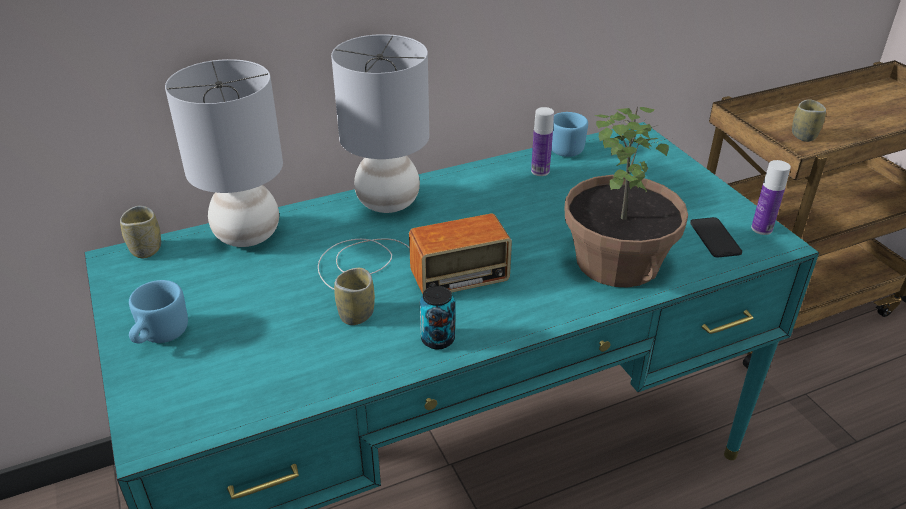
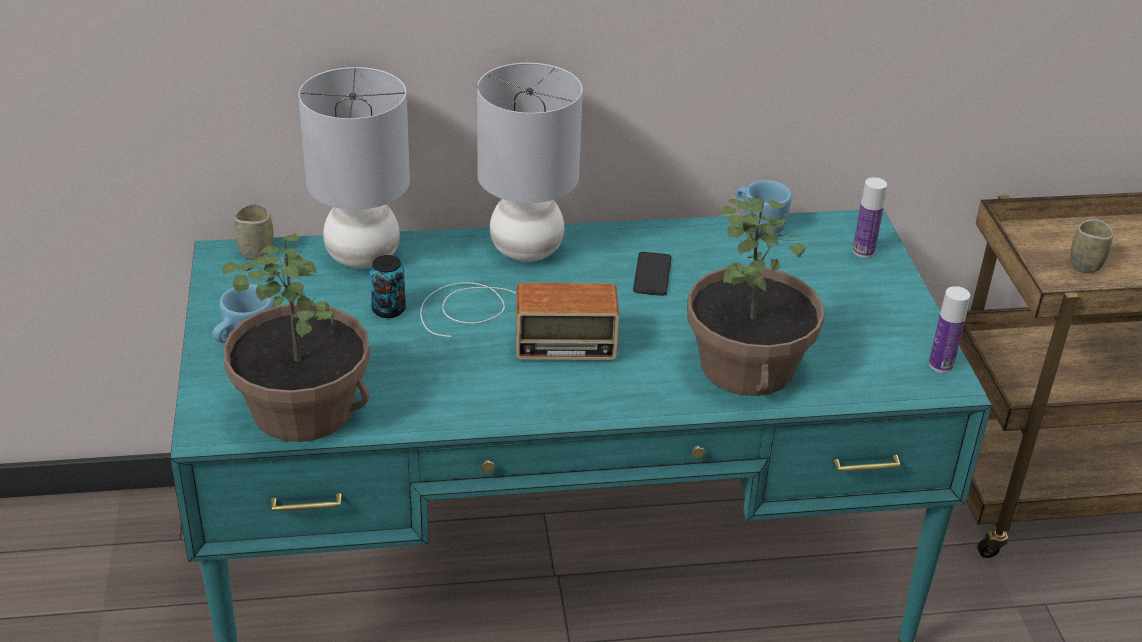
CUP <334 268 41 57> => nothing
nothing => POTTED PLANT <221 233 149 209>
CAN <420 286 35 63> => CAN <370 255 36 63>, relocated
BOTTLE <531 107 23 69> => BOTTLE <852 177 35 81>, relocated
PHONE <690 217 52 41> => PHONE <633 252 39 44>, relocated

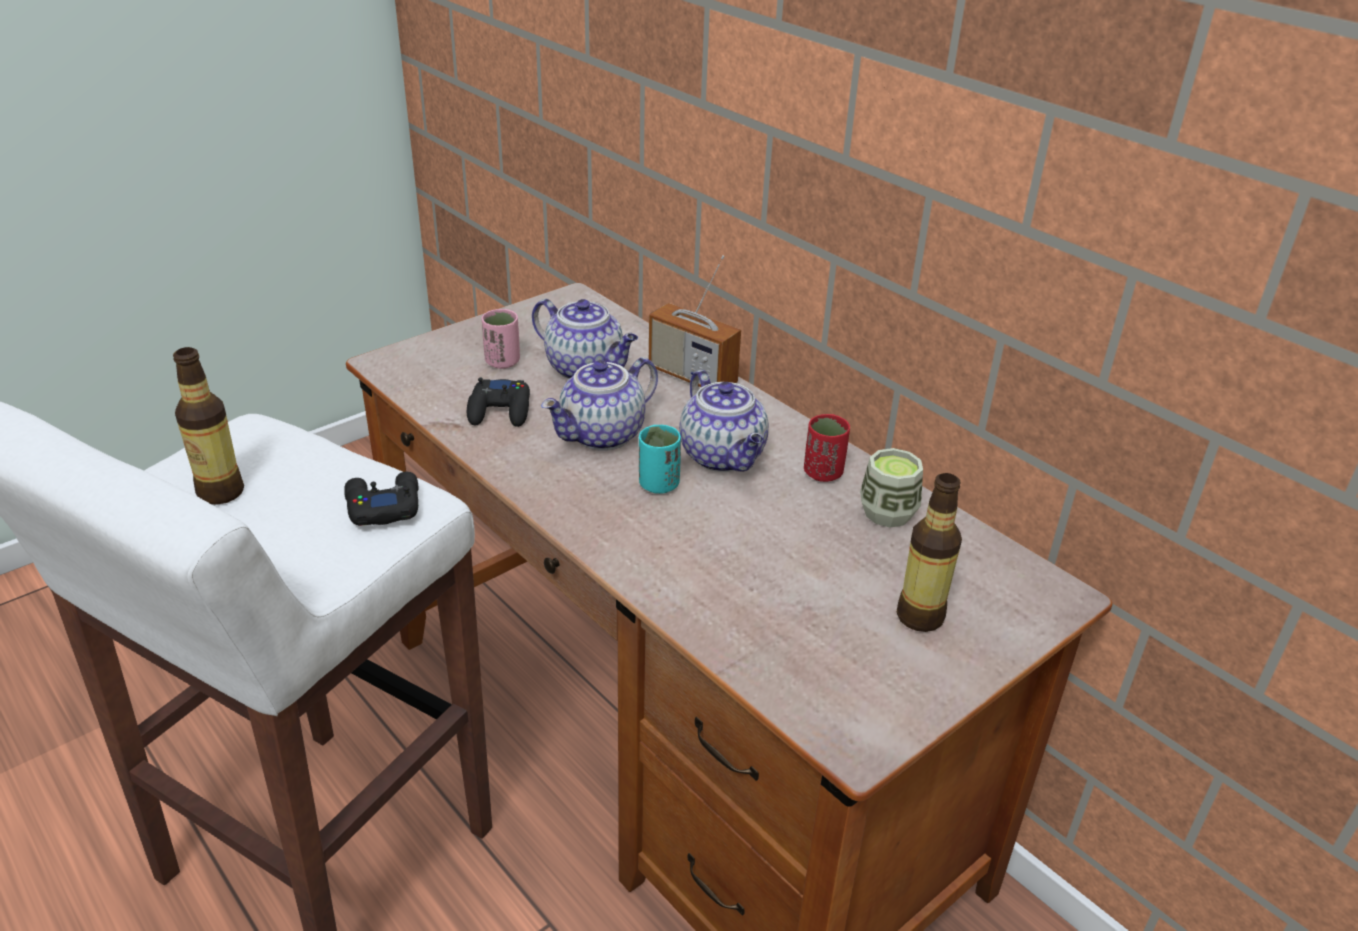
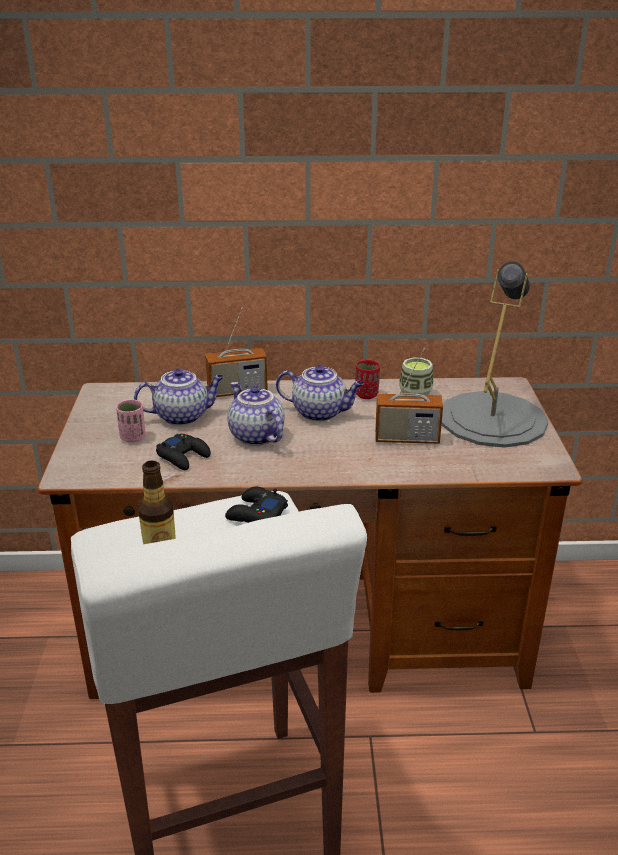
TURQUOISE CUP <639 425 42 69> => nothing
nothing => RADIO <375 349 68 95>
BOTTLE <897 473 65 159> => GREY TABLE LAMP <442 262 106 186>
TEAPOT <541 357 117 94> => TEAPOT <227 382 58 64>, 150 degrees clockwise

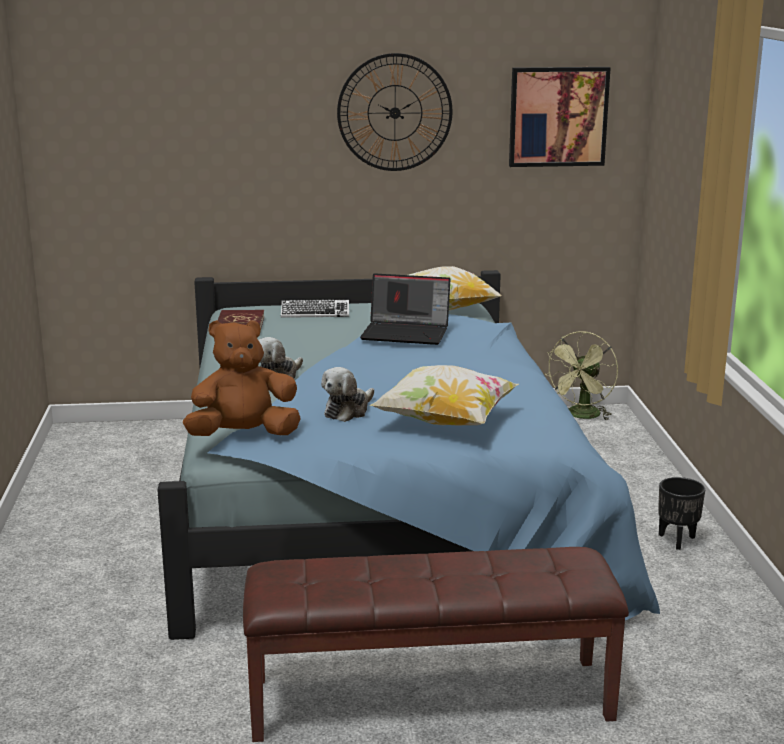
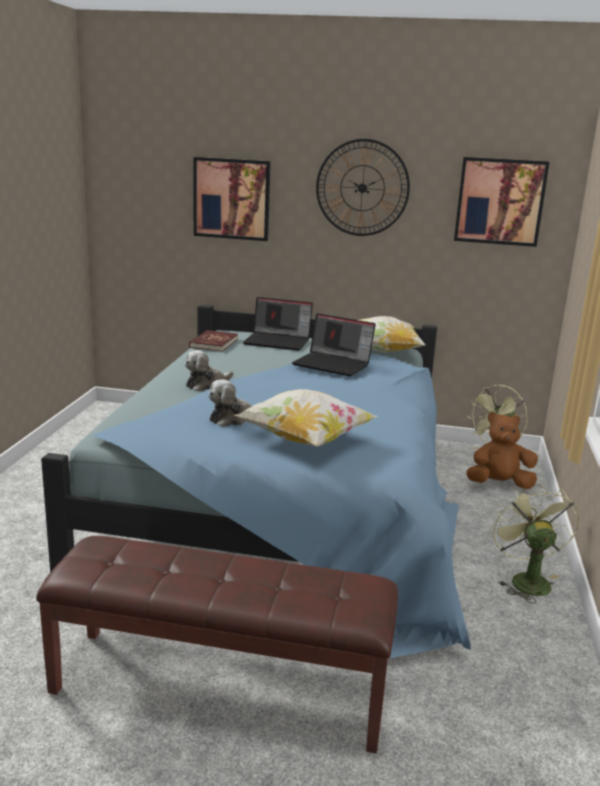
nothing => PICTURE <193 157 78 84>
BROWN PLUSH TOY <183 320 118 116> => BROWN PLUSH TOY <466 412 72 77>, relocated
KEYBOARD <281 300 68 18> => LAPTOP <243 297 70 54>
BLACK PLANTER <658 477 47 73> => GREEN FAN <490 484 90 120>

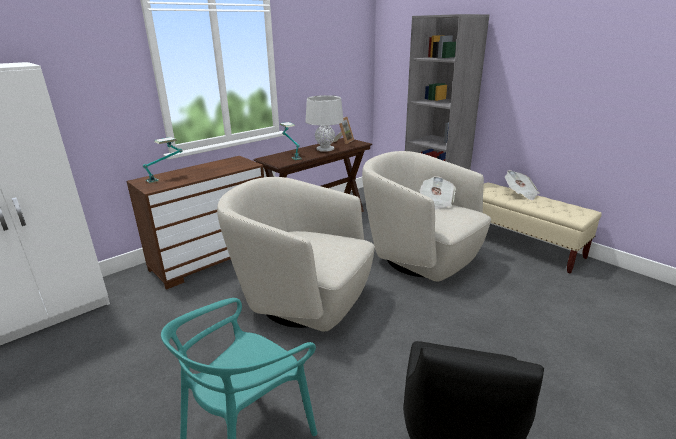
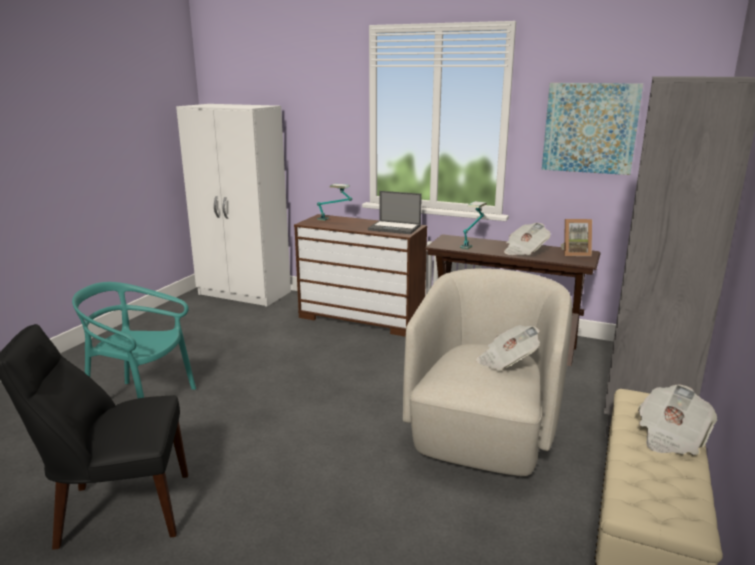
BEIGE ARMCHAIR <217 177 158 154> => nothing
nothing => LAPTOP <368 191 54 43>
nothing => PICTURE <542 83 101 92>
GREY TABLE LAMP <305 95 39 56> => NEWSPAPER <504 223 47 33>

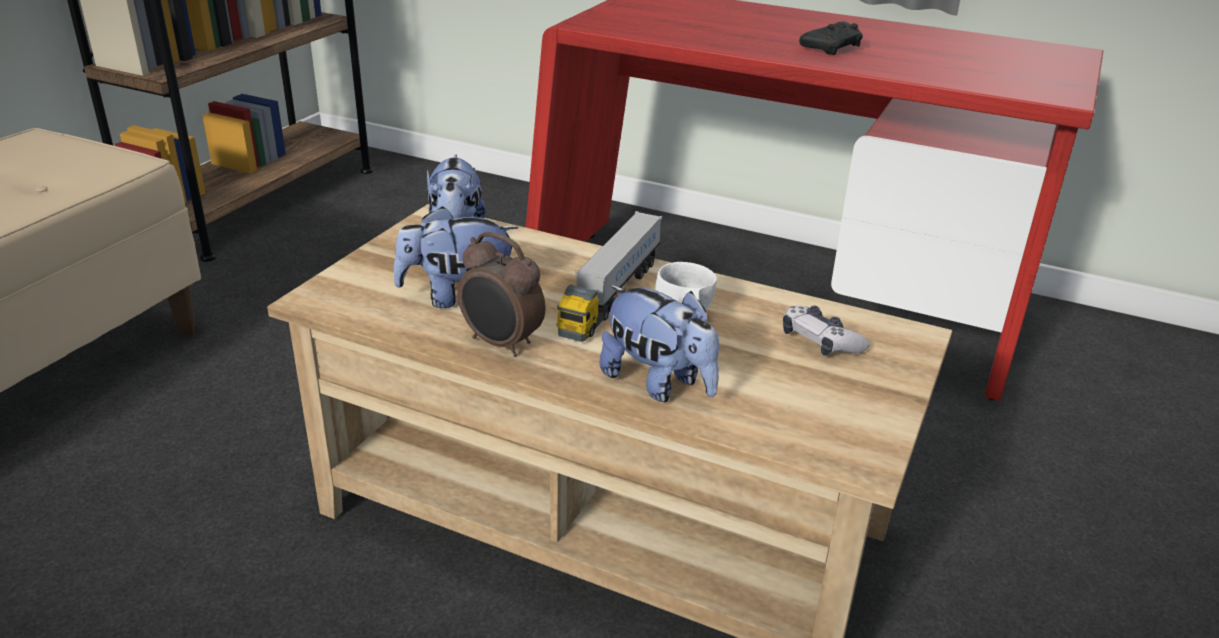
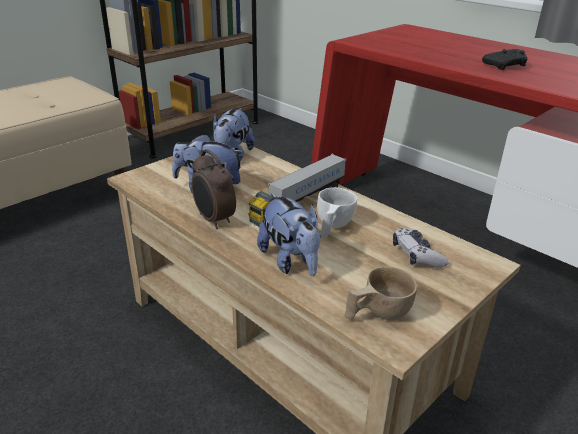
nothing => BEIGE CUP <344 267 73 53>

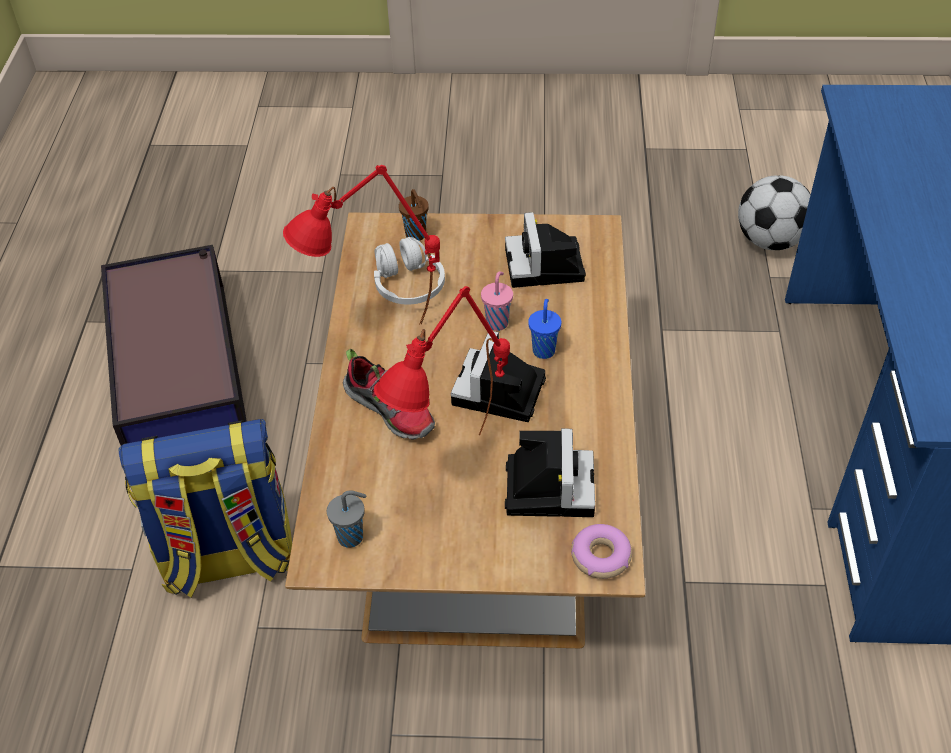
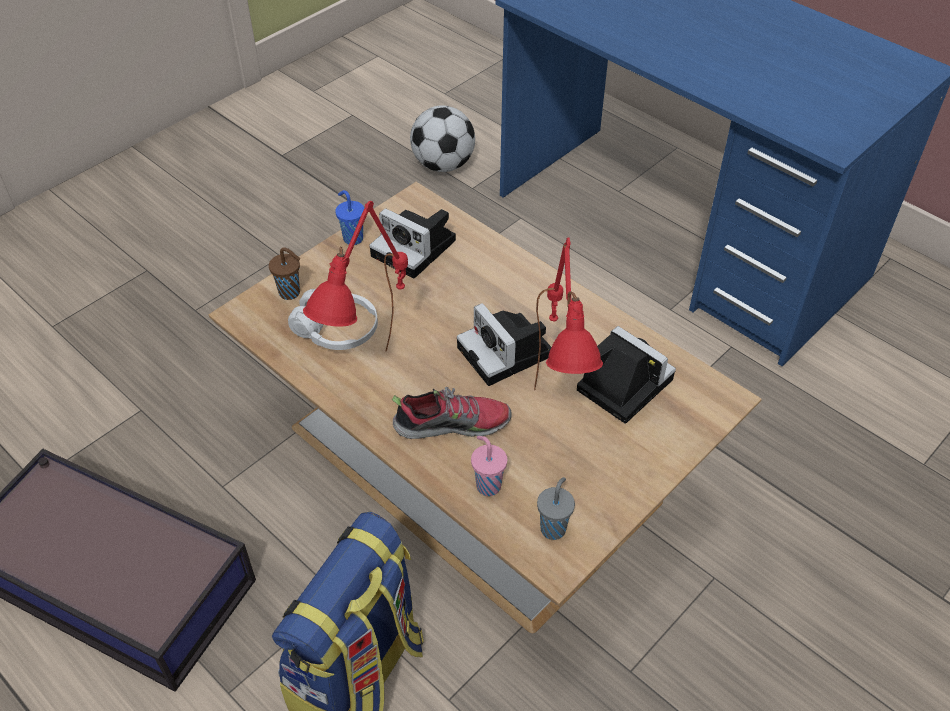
DONUT <571 524 61 55> => nothing
PINK CUP <481 271 32 60> => PINK CUP <471 436 36 60>, relocated
BLUE CUP <528 299 33 60> => BLUE CUP <335 190 30 55>, relocated

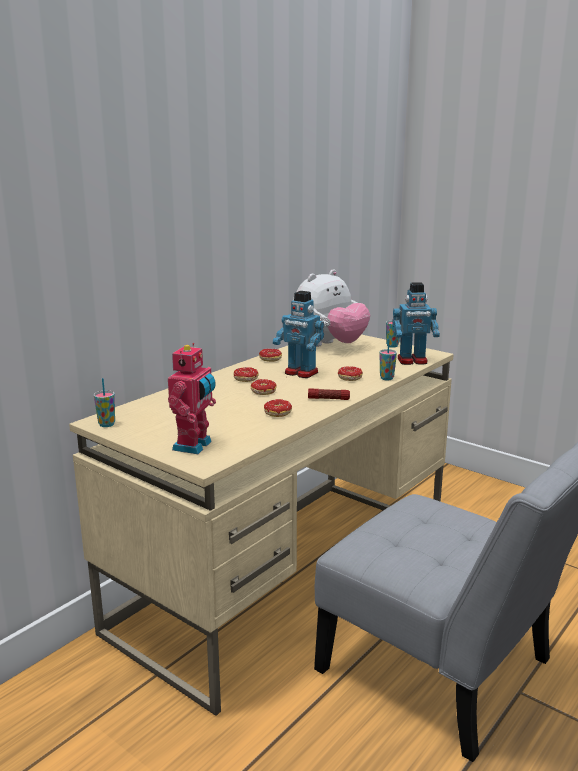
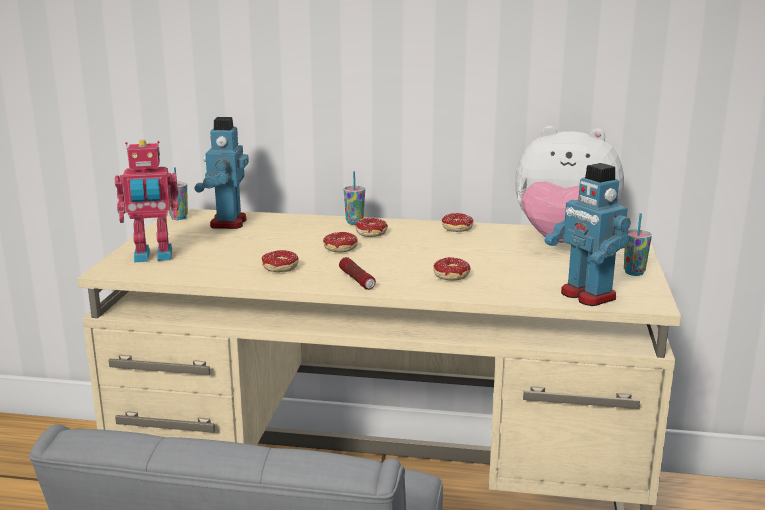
TOY ROBOT <273 291 51 87> => TOY ROBOT <195 117 54 112>, relocated
CUP <380 338 17 43> => CUP <344 171 21 54>, relocated

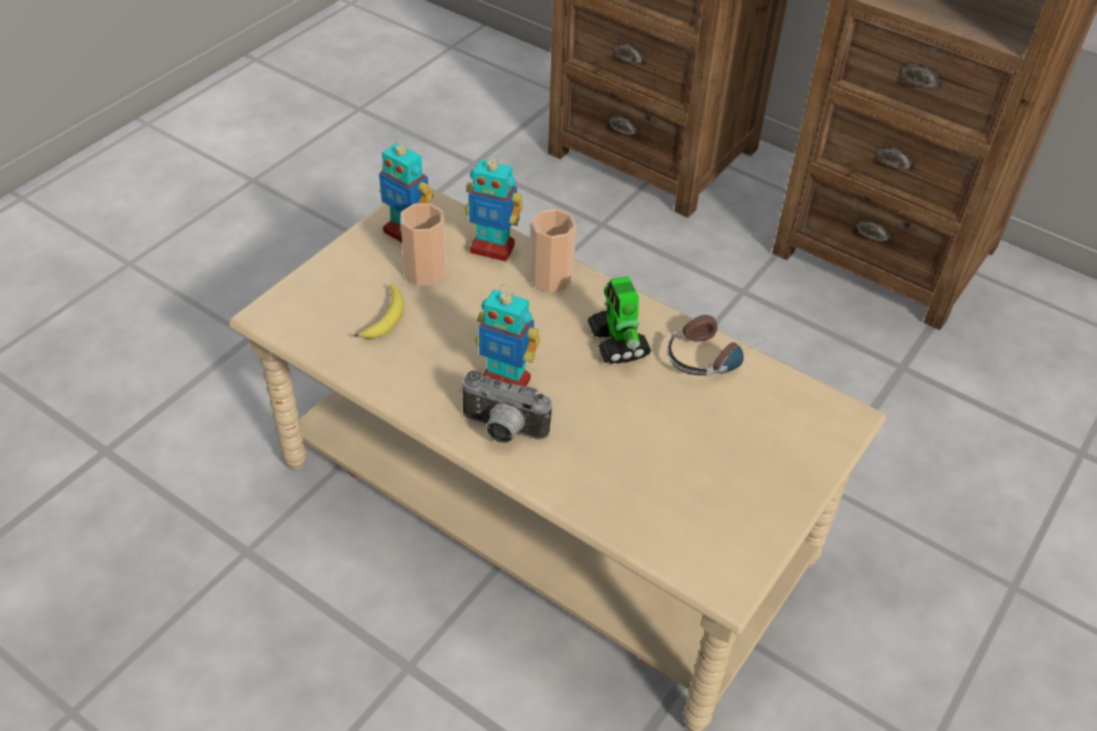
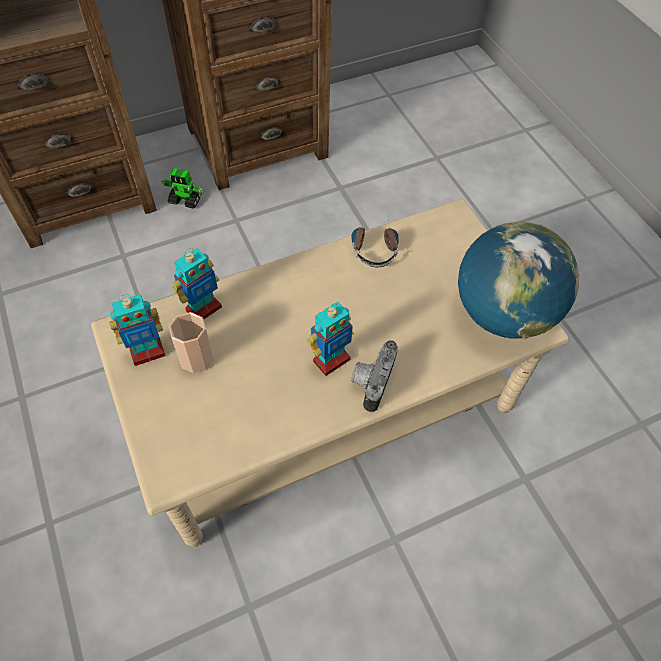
BANANA <354 284 50 55> => nothing
CUP <530 209 46 83> => nothing
nothing => GLOBE <458 221 121 119>
TOY ROBOT <587 276 64 88> => TOY ROBOT <161 168 44 41>, relocated
PHOTO CAMERA <459 371 93 72> => PHOTO CAMERA <351 340 47 72>, 150 degrees clockwise

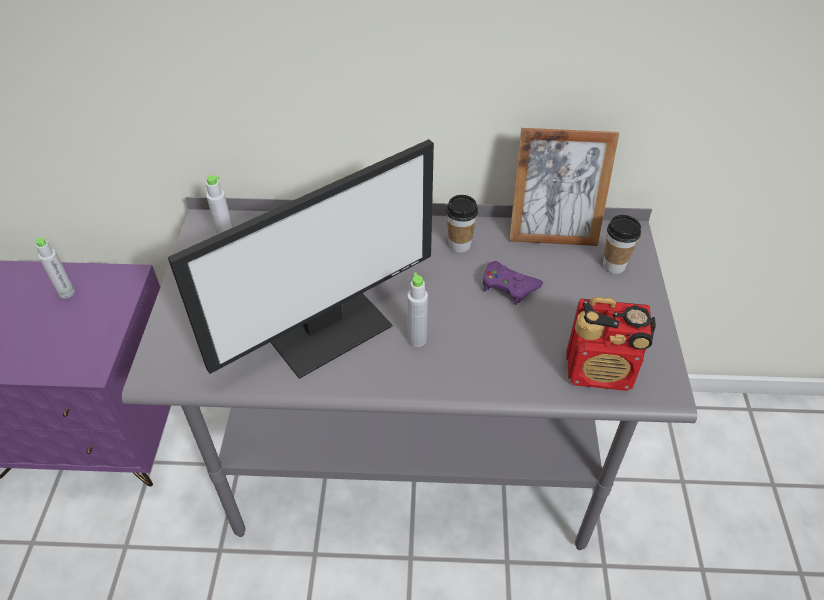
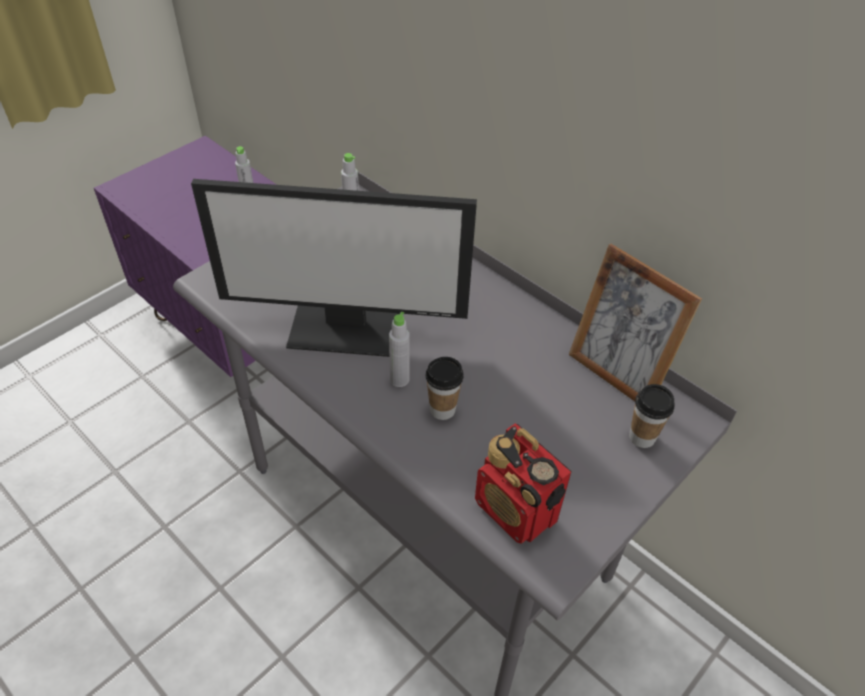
PURPLE GAME CONTROLLER <483 261 60 44> => nothing
CUP <446 195 32 58> => CUP <426 357 37 63>, relocated

